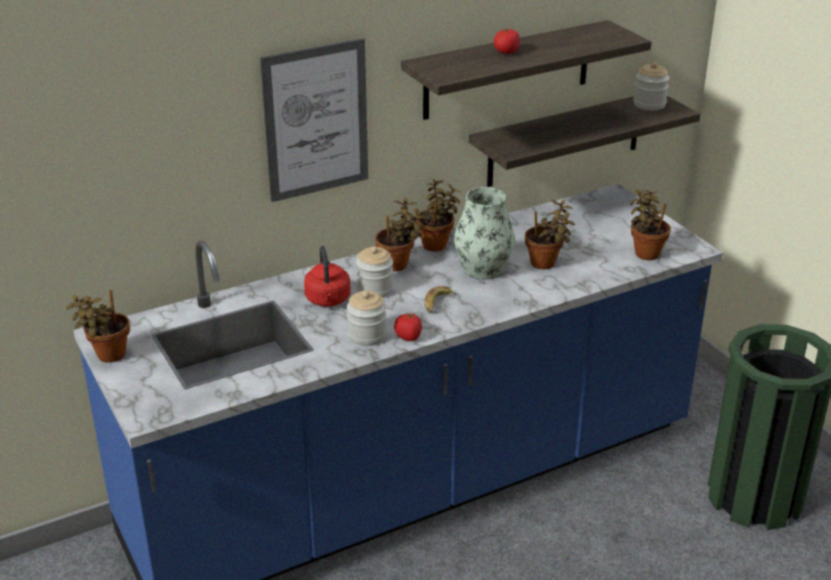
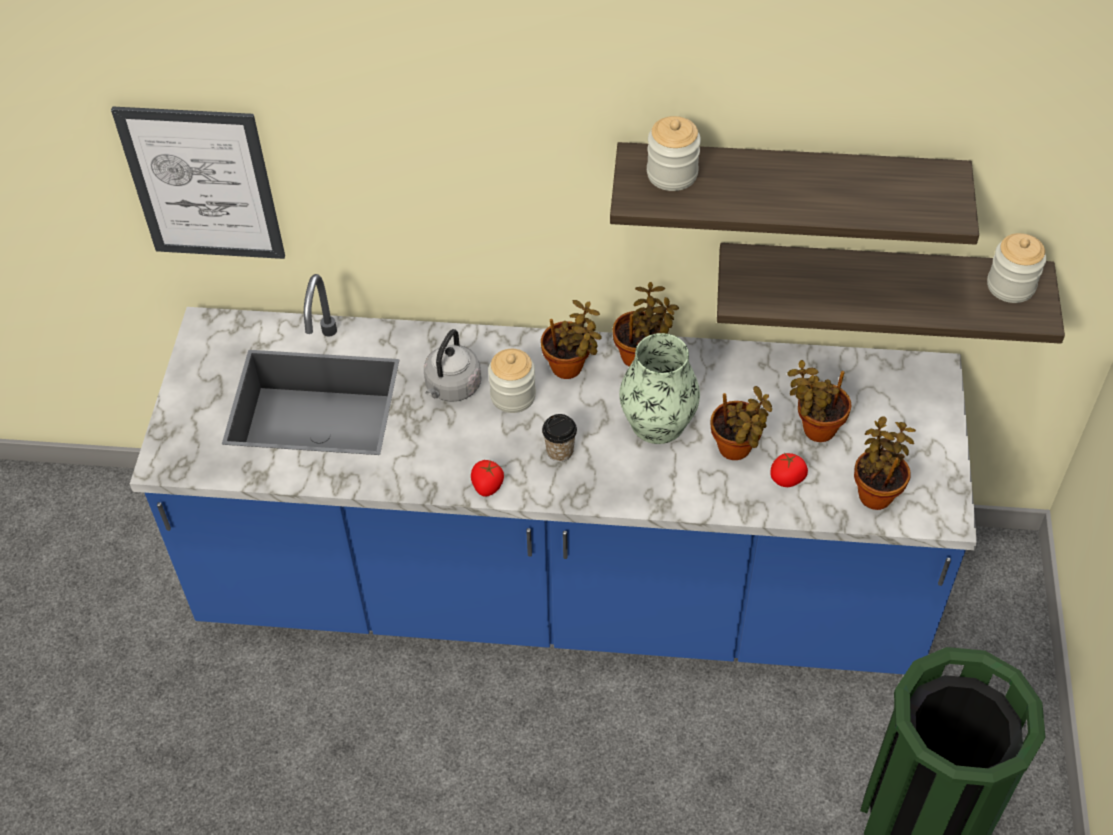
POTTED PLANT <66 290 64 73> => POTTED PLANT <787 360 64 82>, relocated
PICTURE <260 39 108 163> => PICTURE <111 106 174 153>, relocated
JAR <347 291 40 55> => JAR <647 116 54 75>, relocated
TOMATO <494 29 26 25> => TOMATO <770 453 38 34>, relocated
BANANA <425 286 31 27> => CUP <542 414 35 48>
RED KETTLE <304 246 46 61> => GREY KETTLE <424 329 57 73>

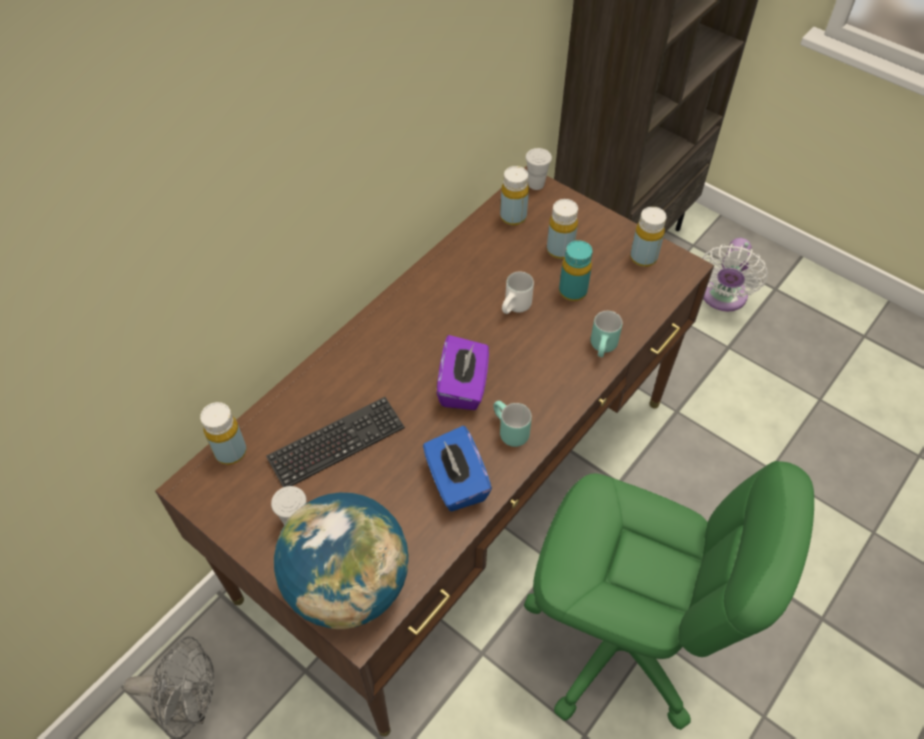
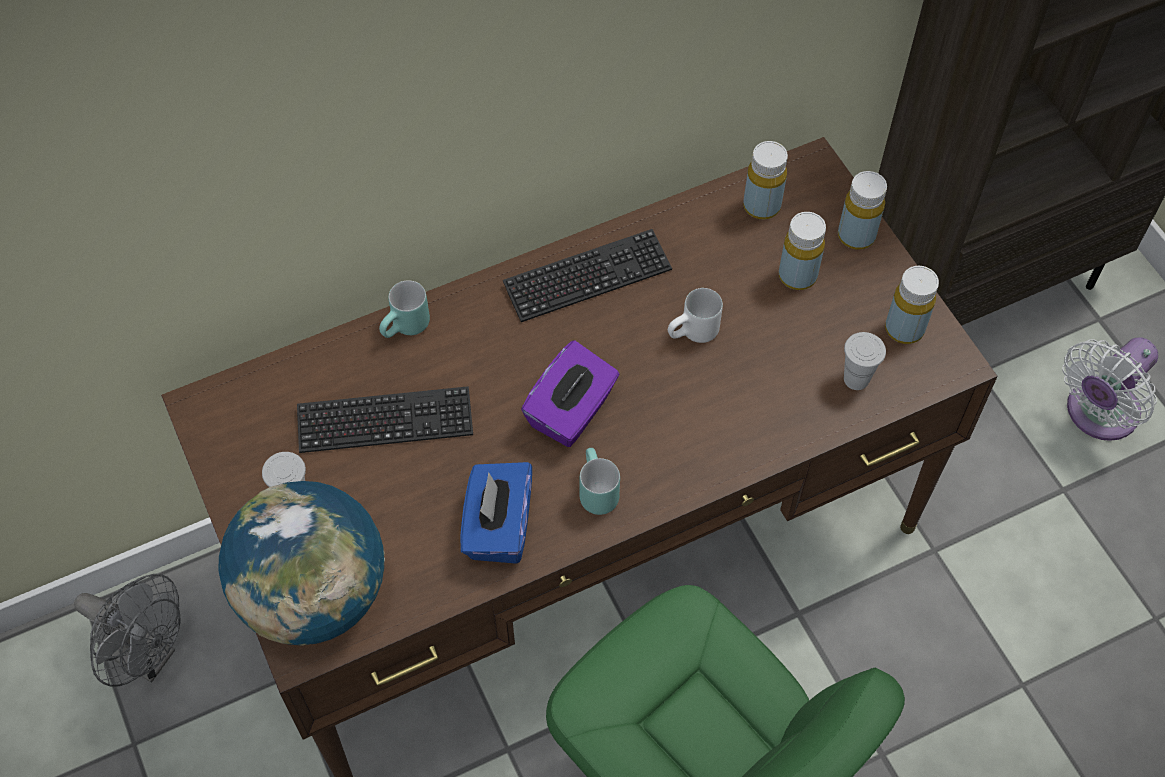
TURQUOISE BOTTLE <559 240 33 61> => nothing
nothing => KEYBOARD <503 229 169 93>
YELLOW BOTTLE <200 402 46 63> => YELLOW BOTTLE <838 171 49 79>, relocated
WHITE CUP <525 148 27 42> => WHITE CUP <844 332 42 58>, relocated
TURQUOISE MUG <591 311 31 46> => TURQUOISE MUG <379 280 51 58>, relocated

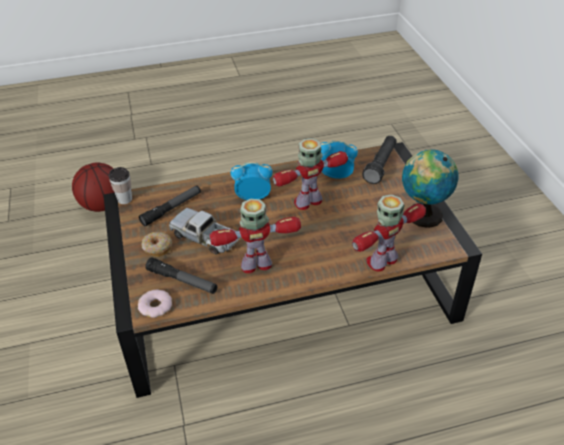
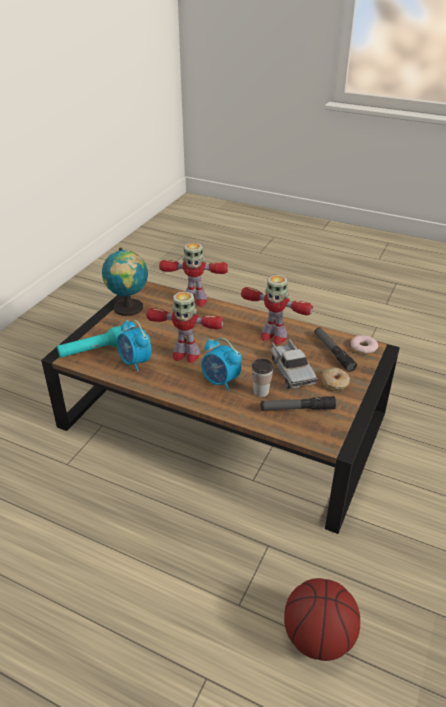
CUP <109 167 23 37> => CUP <252 358 21 39>, relocated
BLACK FLASHLIGHT <362 136 35 48> => TURQUOISE FLASHLIGHT <57 326 67 32>

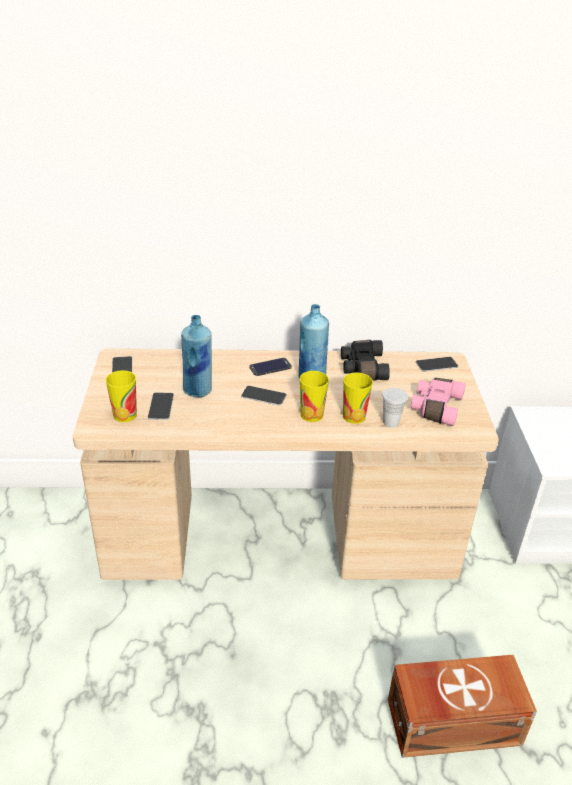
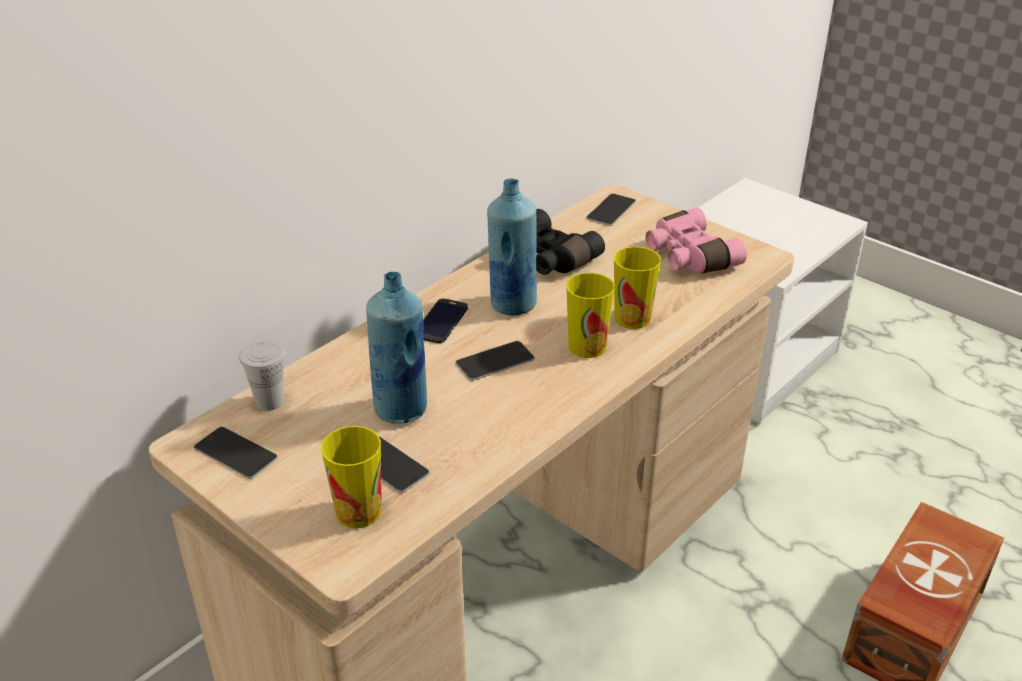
WHITE CUP <382 388 26 40> => WHITE CUP <239 341 46 70>, relocated

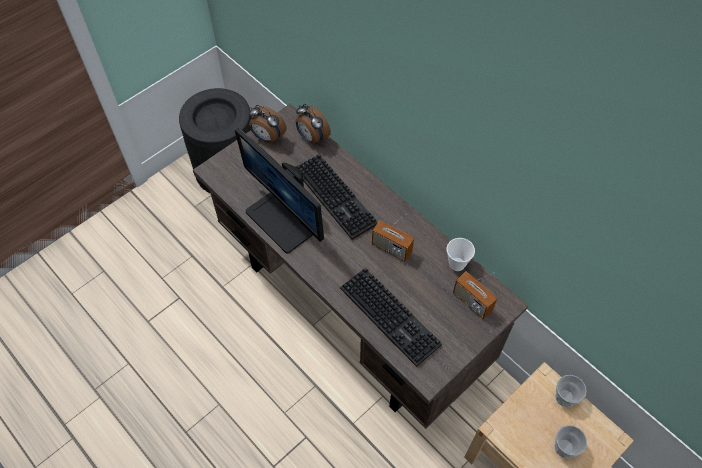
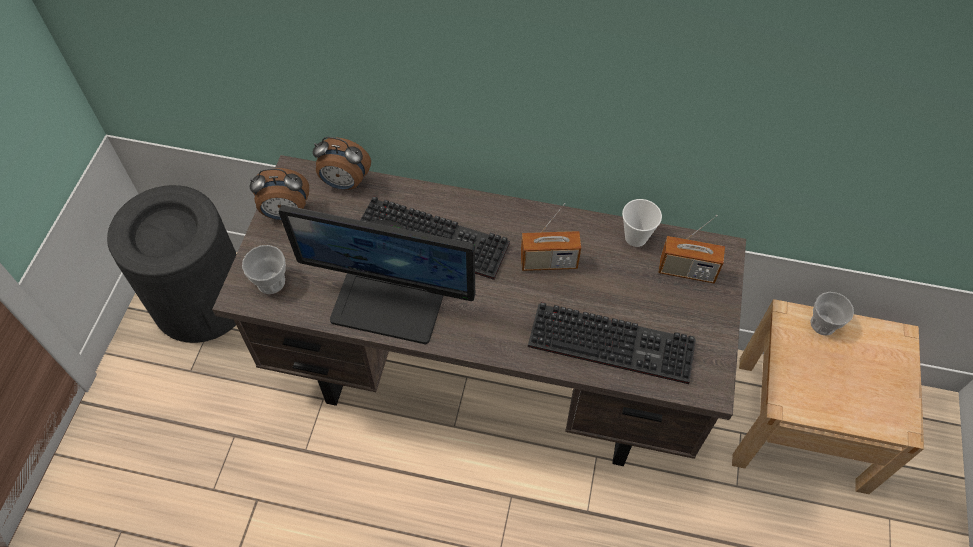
CUP <555 425 32 33> => CUP <242 245 44 49>, relocated

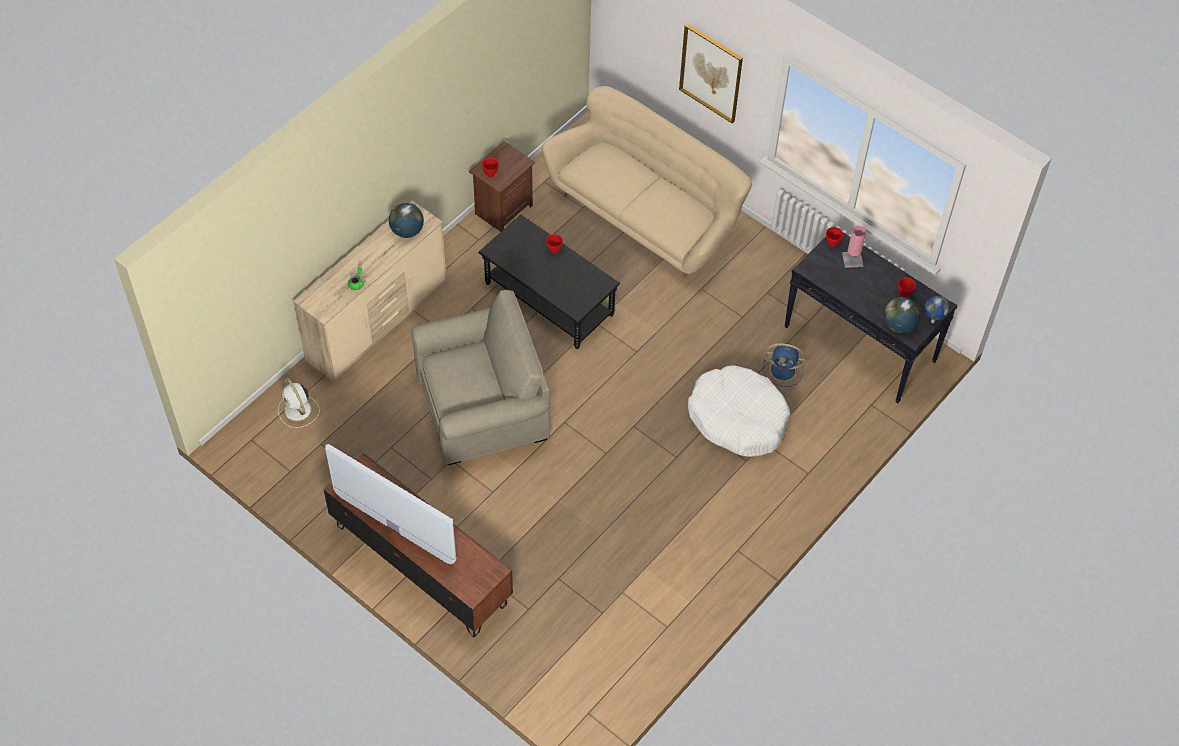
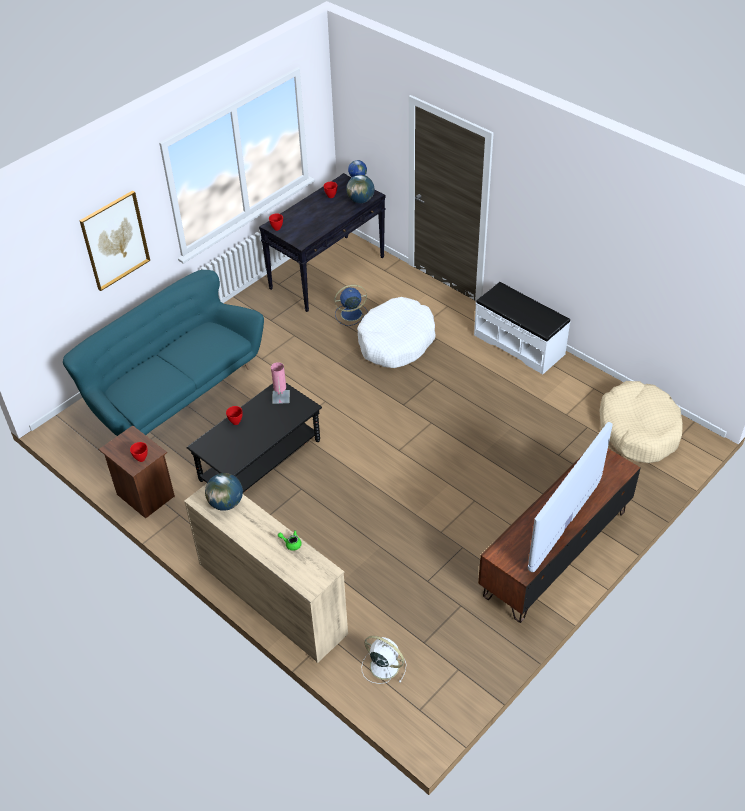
BEIGE ARMCHAIR <411 290 139 175> => nothing
nothing => WHITE BENCH <474 282 96 93>
nothing => BEIGE DOG BED <600 381 83 82>
PINK TABLE LAMP <842 226 24 42> => PINK TABLE LAMP <271 362 19 42>, relocated
BEIGE SOFA <542 86 210 193> => TURQUOISE SOFA <63 270 201 166>
WHITE FAN <278 377 42 51> => WHITE FAN <362 636 44 48>, 120 degrees counterclockwise
BLUE FAN <763 343 43 44> => BLUE FAN <335 285 33 41>, 120 degrees counterclockwise

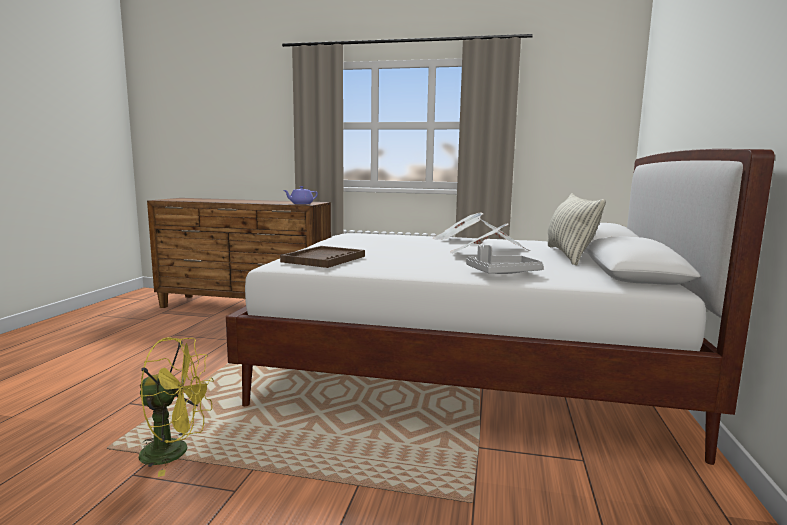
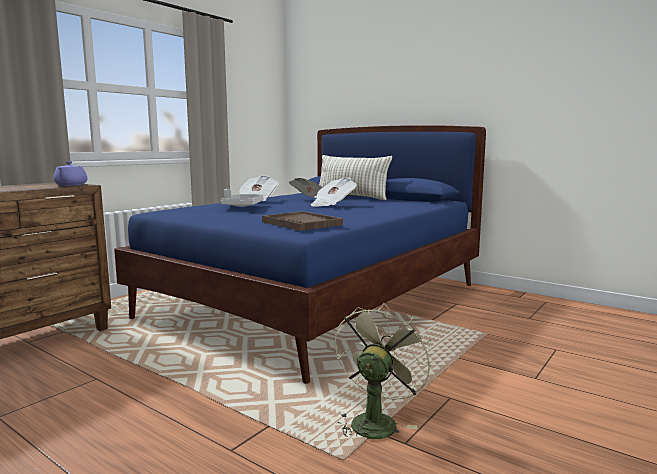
GREY TRAY <466 245 77 29> => GREY TRAY <221 189 43 18>, relocated
YELLOW FAN <139 337 75 140> => GREEN FAN <335 303 97 136>
WHITE BED <226 149 549 316> => BLUE BED <114 125 372 259>

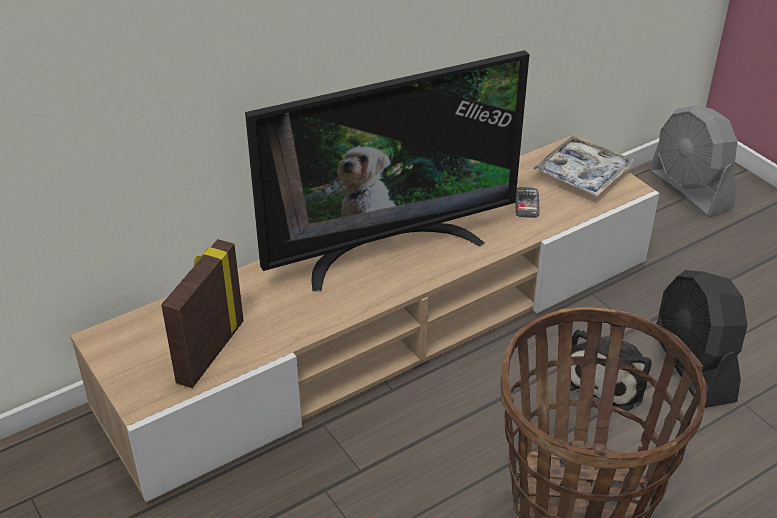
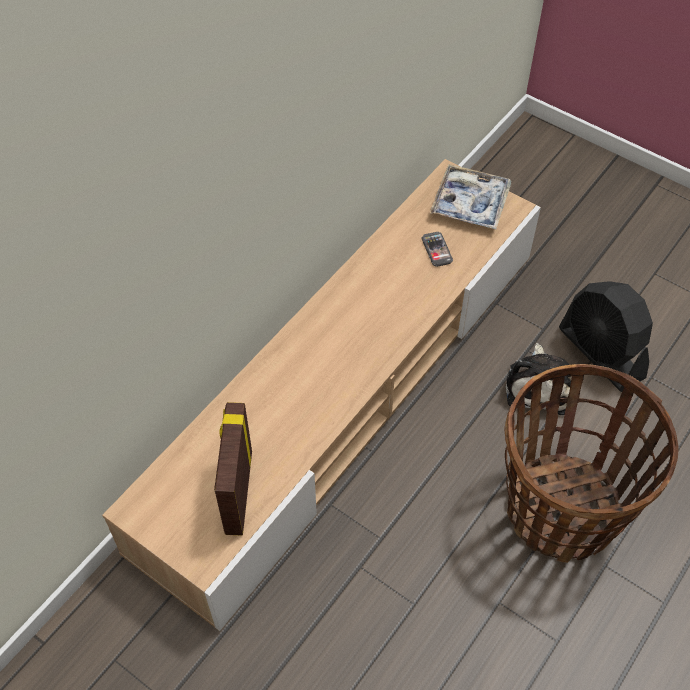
TELEVISION <245 50 284 242> => nothing
GREY FAN <649 105 89 112> => nothing

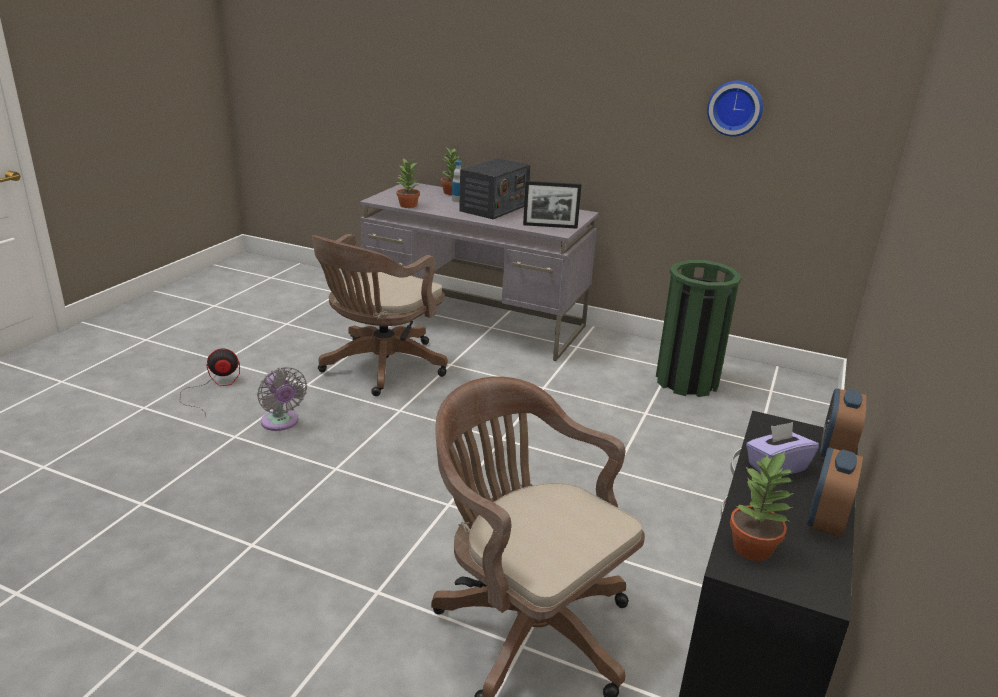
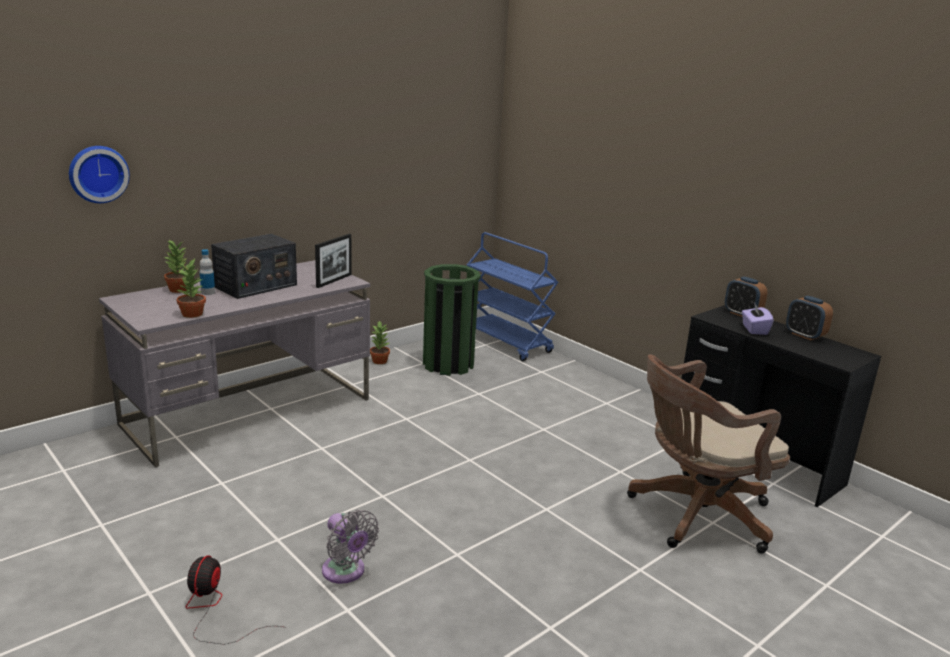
BROWN OFFICE CHAIR <312 234 136 162> => nothing
nothing => BLUE CART <467 232 91 129>
WALL CLOCK <707 81 56 56> => WALL CLOCK <69 146 61 57>, relocated
POTTED PLANT <730 451 64 110> => POTTED PLANT <370 321 20 43>, relocated
GREY FAN <257 367 50 64> => GREY FAN <322 510 57 74>, 60 degrees clockwise
RADIO <459 158 71 61> => RADIO <211 234 86 65>, 75 degrees clockwise

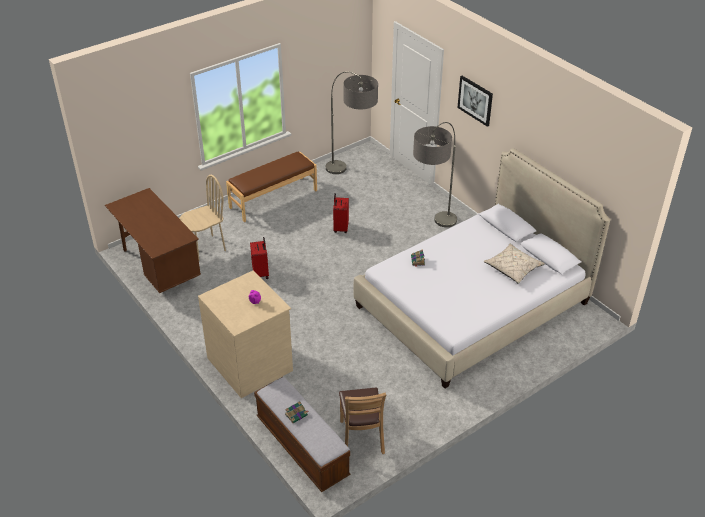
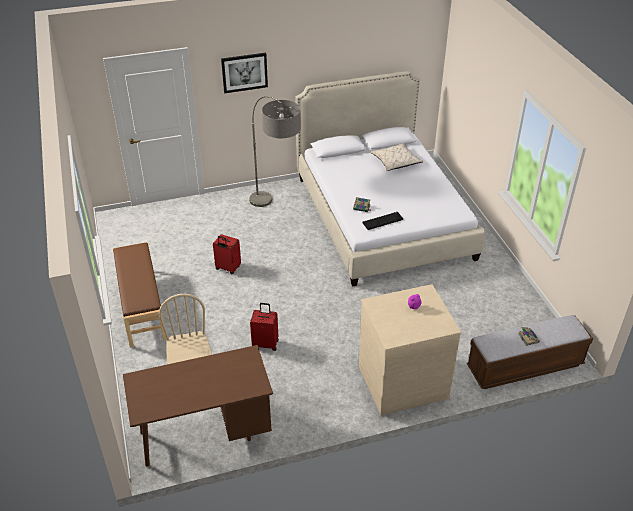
FLOOR LAMP <326 72 52 102> => nothing
BROWN CHAIR <339 388 47 66> => nothing
nothing => KEYBOARD <362 212 41 18>

